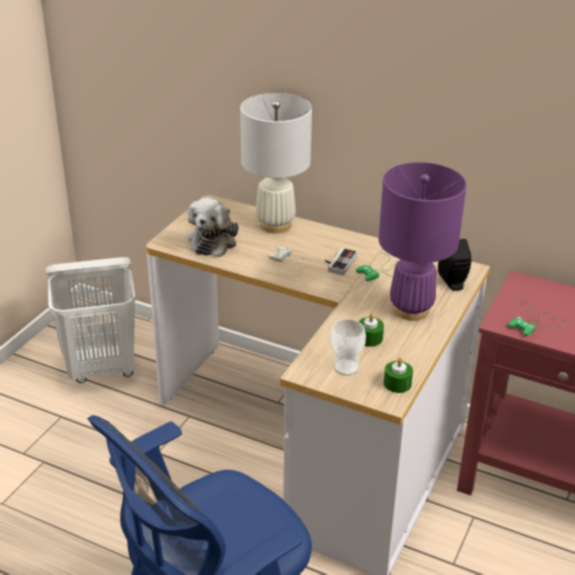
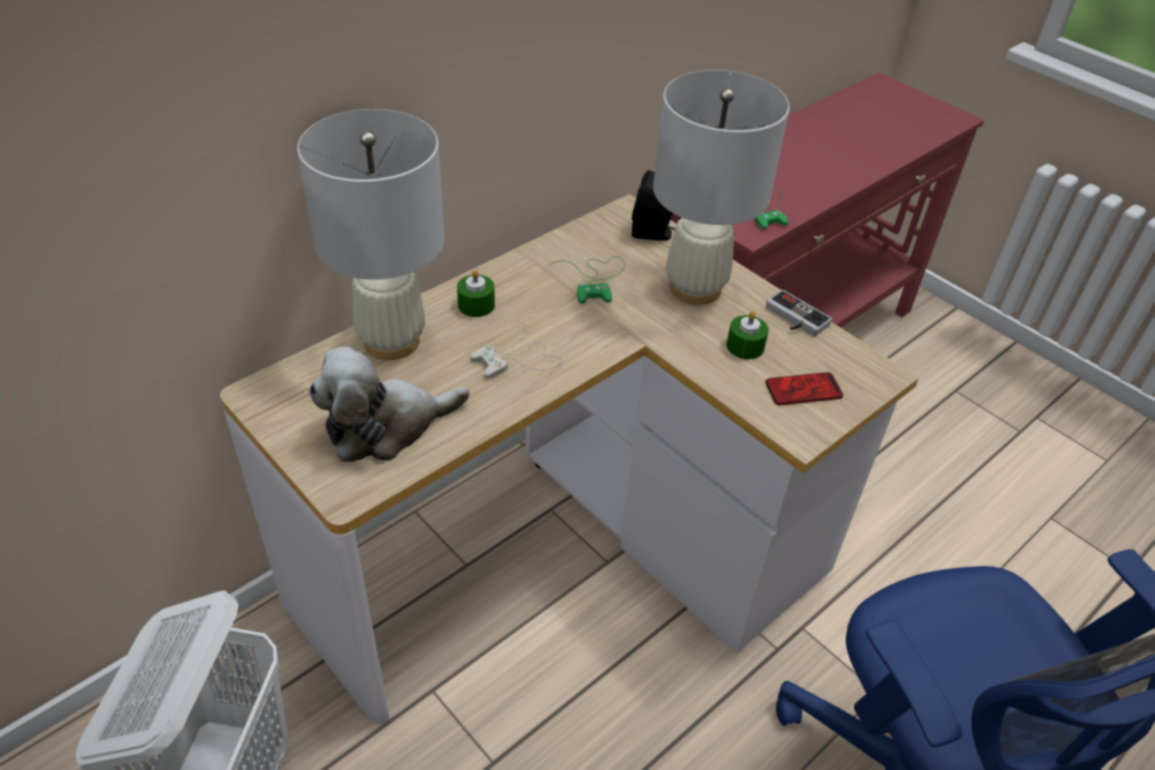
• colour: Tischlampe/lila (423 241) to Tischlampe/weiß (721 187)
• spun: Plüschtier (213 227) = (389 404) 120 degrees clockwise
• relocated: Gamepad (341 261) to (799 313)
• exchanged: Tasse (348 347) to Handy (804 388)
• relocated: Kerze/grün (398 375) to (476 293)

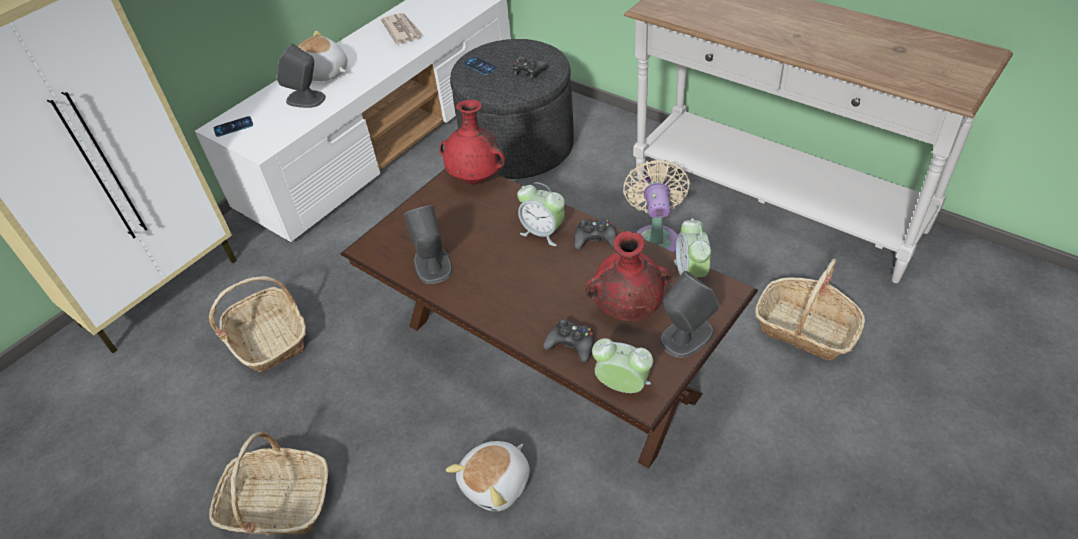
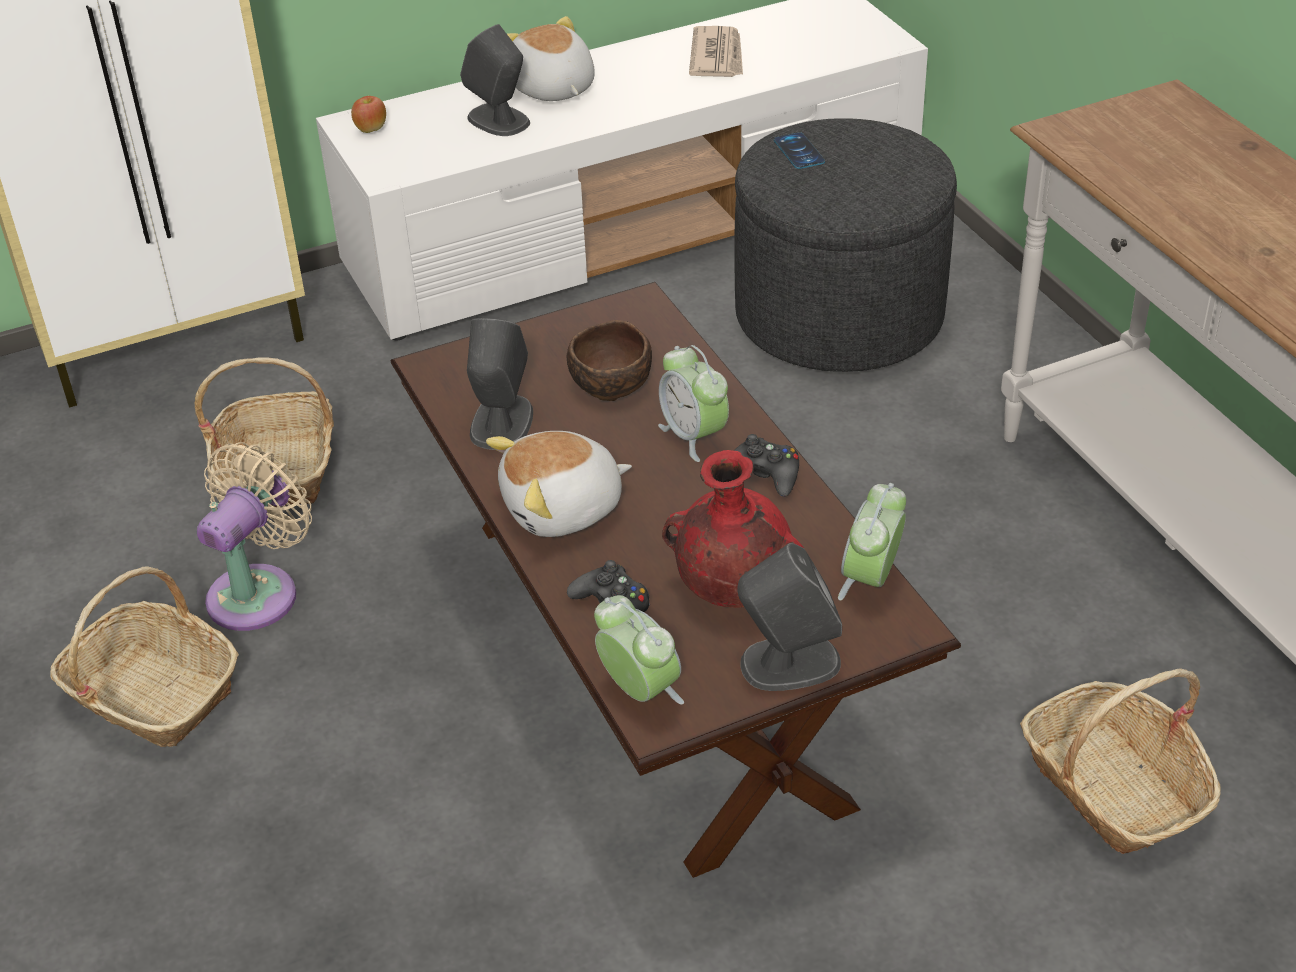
• missing: Gamepad/schwarz (530 68)
• missing: Vase/rot (472 142)
• exchanged: Handy (233 126) to Apfel (368 114)
• relocated: Ventilator/beige (656 206) to (254 536)
• relocated: Plüschtier (488 476) to (559 484)
• appeared: Schüssel/braun (609 360)

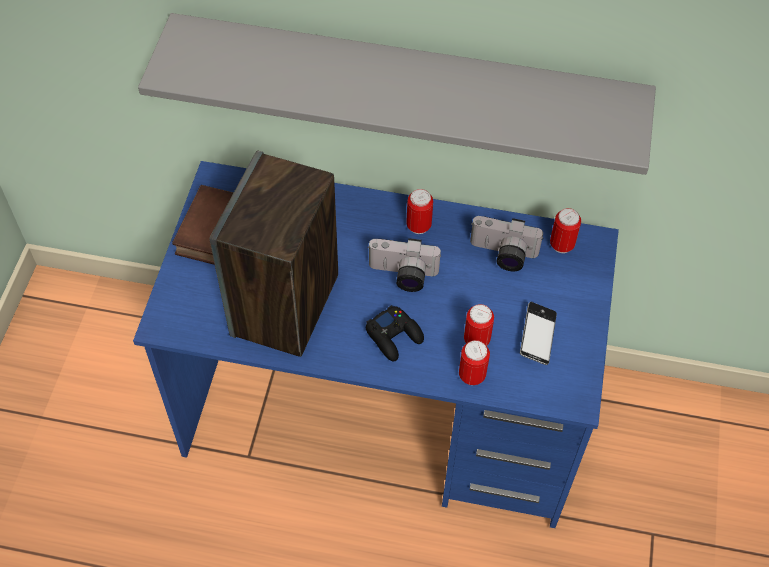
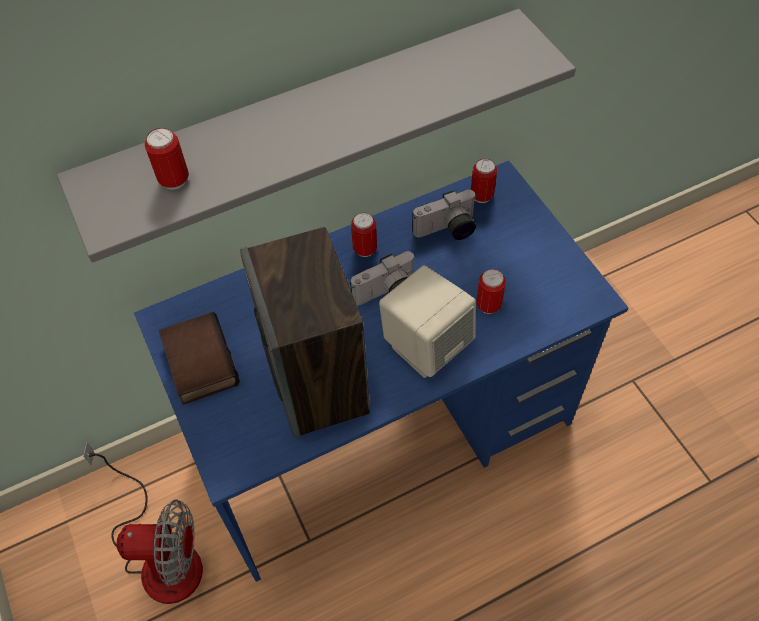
• missing: Handy (538 333)
• exchanged: Gamepad/schwarz (395 333) to Lautsprecher/beige (427 321)
• relocated: Dose (474 362) to (167 159)
• appeared: Ventilator (143 523)

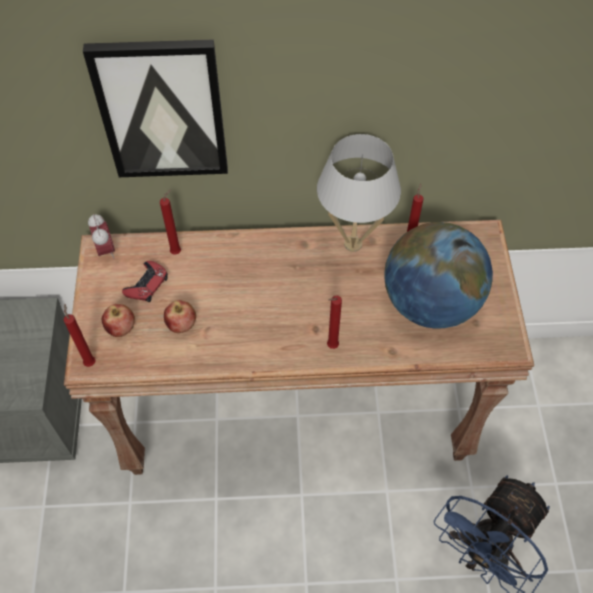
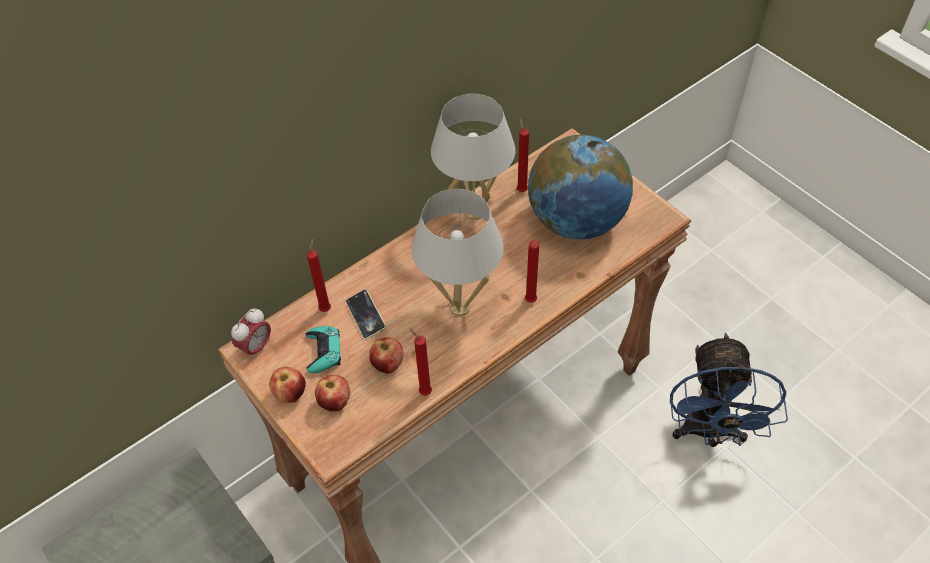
• missing: Bild (155 108)
• spun: Wecker (101 236) = (251 334) 90 degrees clockwise
• colour: Gamepad/rot (145 281) to Gamepad/türkis (323 349)
• relocated: Kerze/rot (80 335) to (421 362)
• appeared: Tischlampe/weiß (457 252)
• appeared: Handy (366 314)
• appeared: Apfel (287 385)

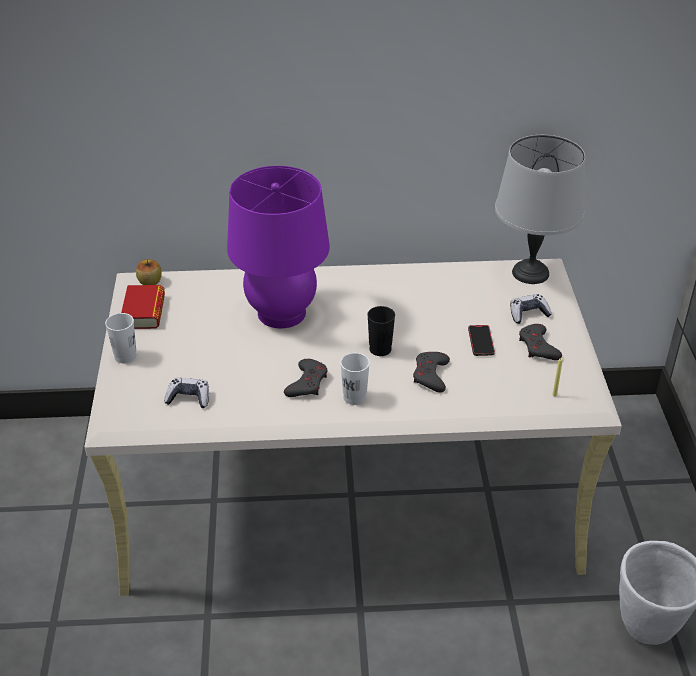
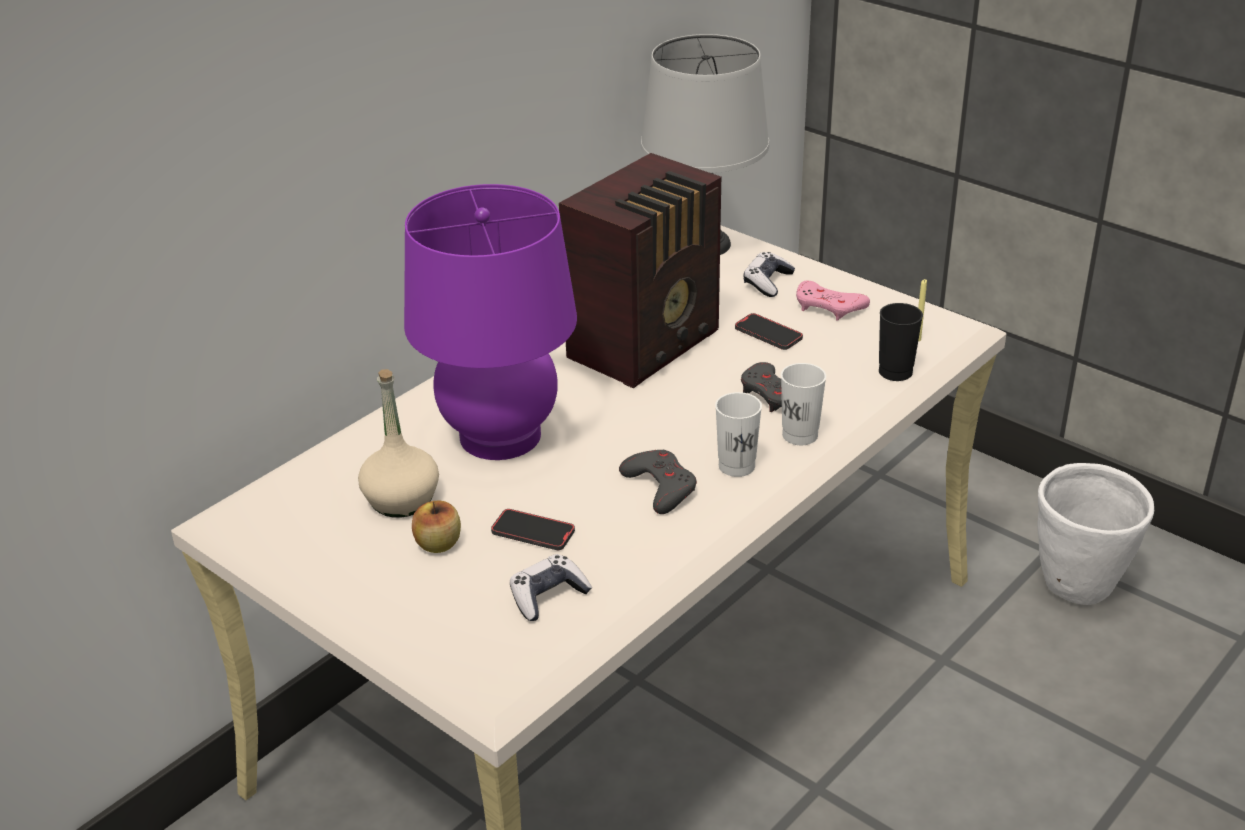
• relocated: Apfel (149 272) to (436 526)
• missing: Buch (143 307)
• relocated: Tasse/schwarz (381 331) to (901 342)
• relocated: Tasse/weiß (121 338) to (803 404)
• colour: Gamepad/grau (540 342) to Gamepad/rosa (833 301)
• appeared: Radio (640 270)
• appeared: Flasche/beige (398 443)
• appeared: Handy (533 529)

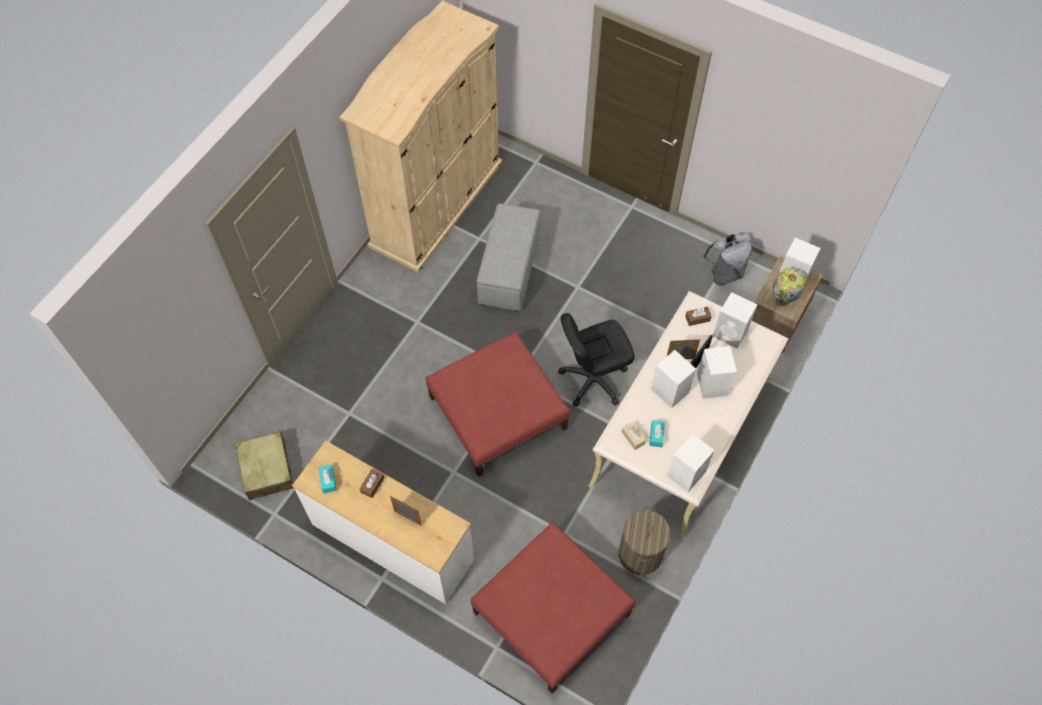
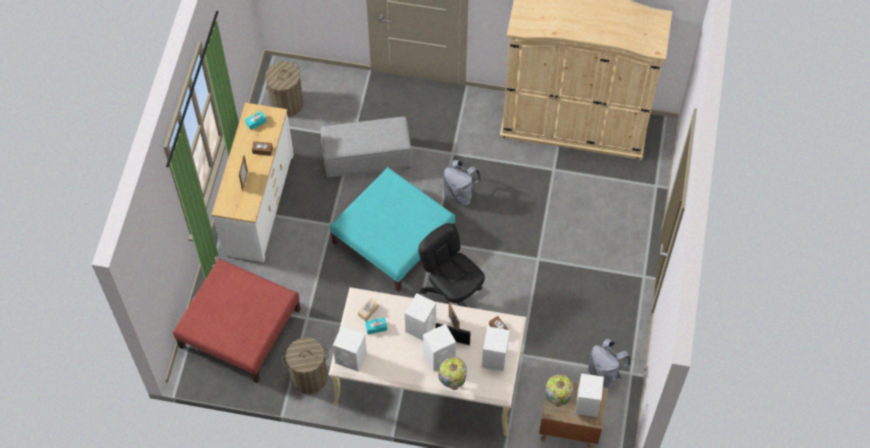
• relocated: Polsterhocker/grau (508 257) to (366 147)
• colour: Polsterhocker/rot (497 404) to Polsterhocker/türkis (392 229)
• exchanged: Koffer/beige (264 466) to Wäschekorb (284 89)
• appeared: Rucksack/grau (462 182)
• appeared: Tischlampe (452 373)

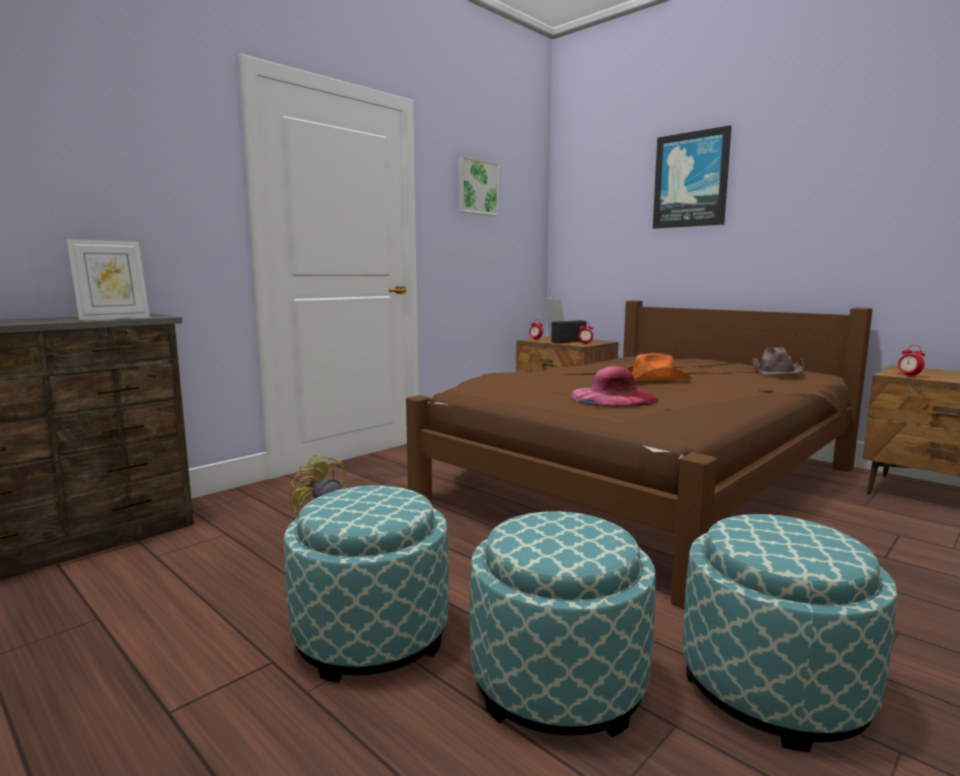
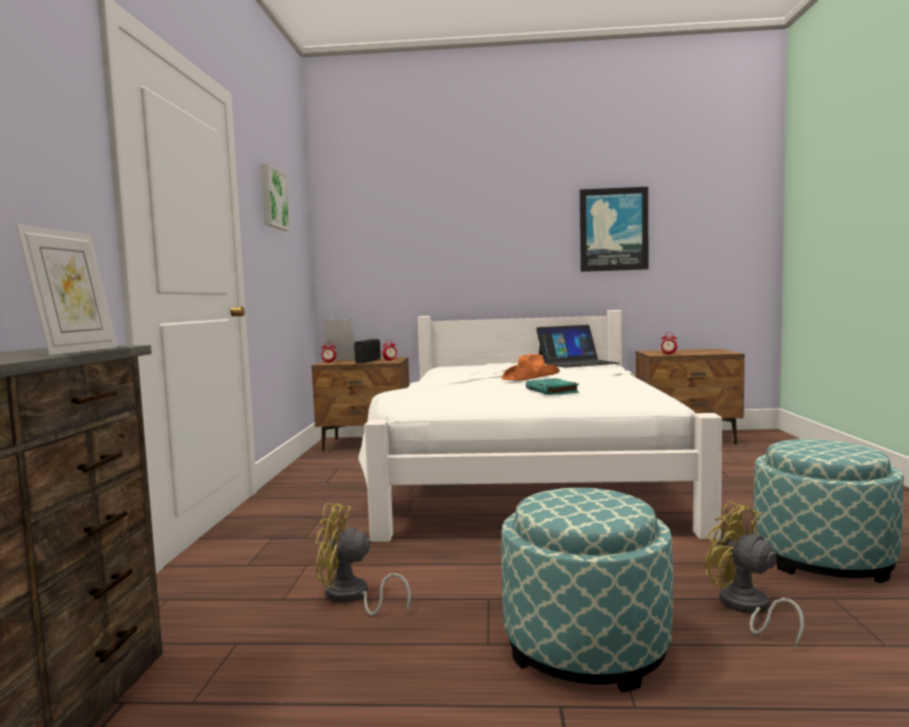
• relocated: Bild (692 177) to (614 229)
• colour: Bett/braun (639 454) to Bett/weiß (540 426)
• exchanged: Hut/braun (777 361) to Laptop (577 346)
• exchanged: Hut/rosa (615 386) to Buch/türkis (552 387)
• exchanged: Polsterhocker (563 624) to Ventilator/gelb (754 575)

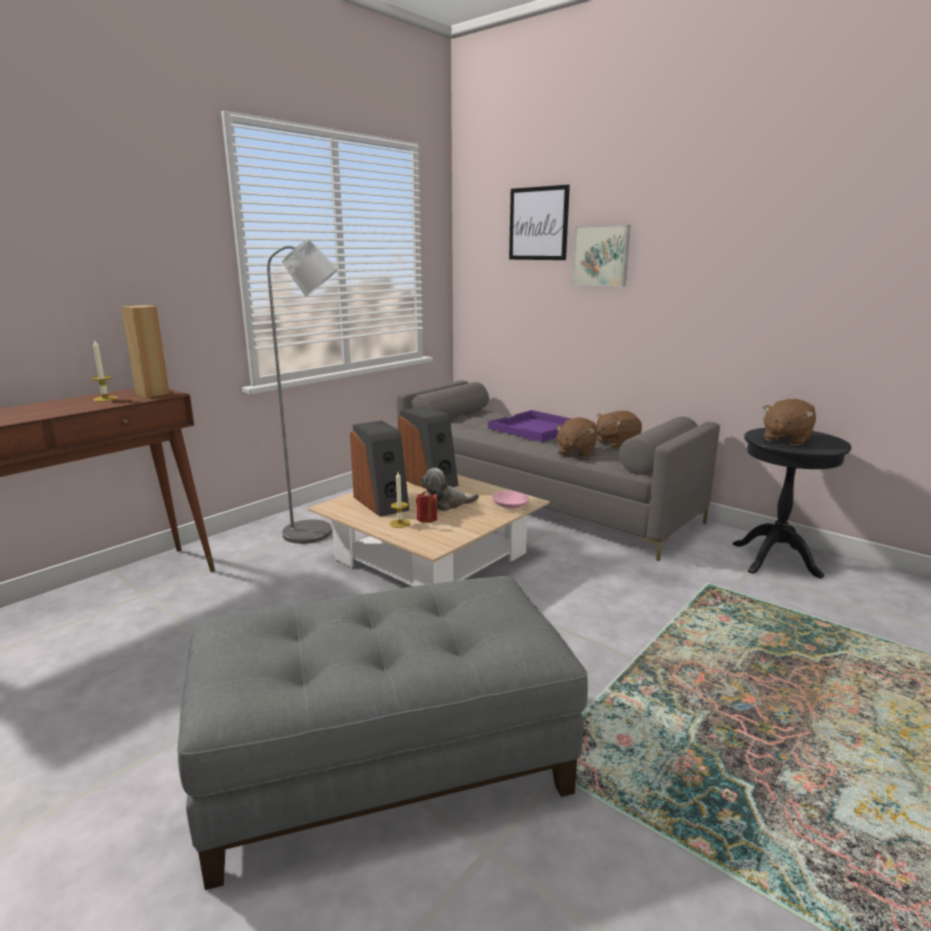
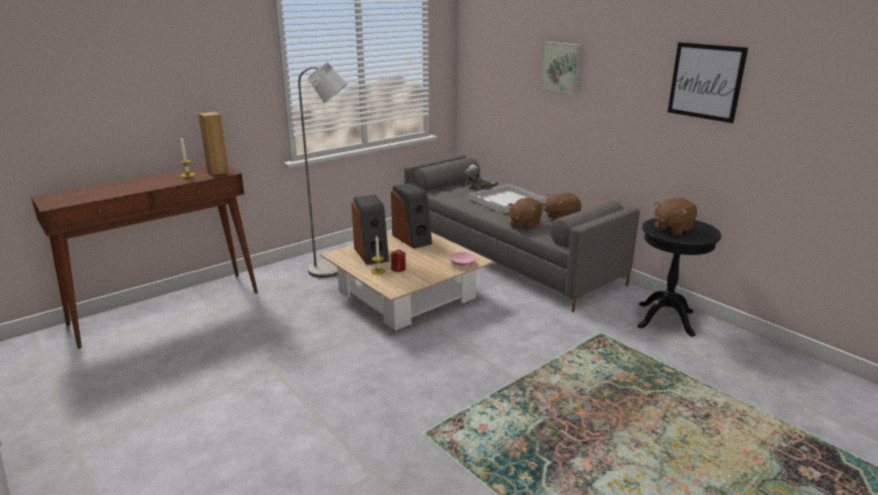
• relocated: Bild (539 222) to (708 82)
• colour: Tablett/lila (529 426) to Tablett/weiß (507 199)
• relocated: Plüschtier (449 489) to (482 177)
• missing: Polsterhocker/grau (382 733)

